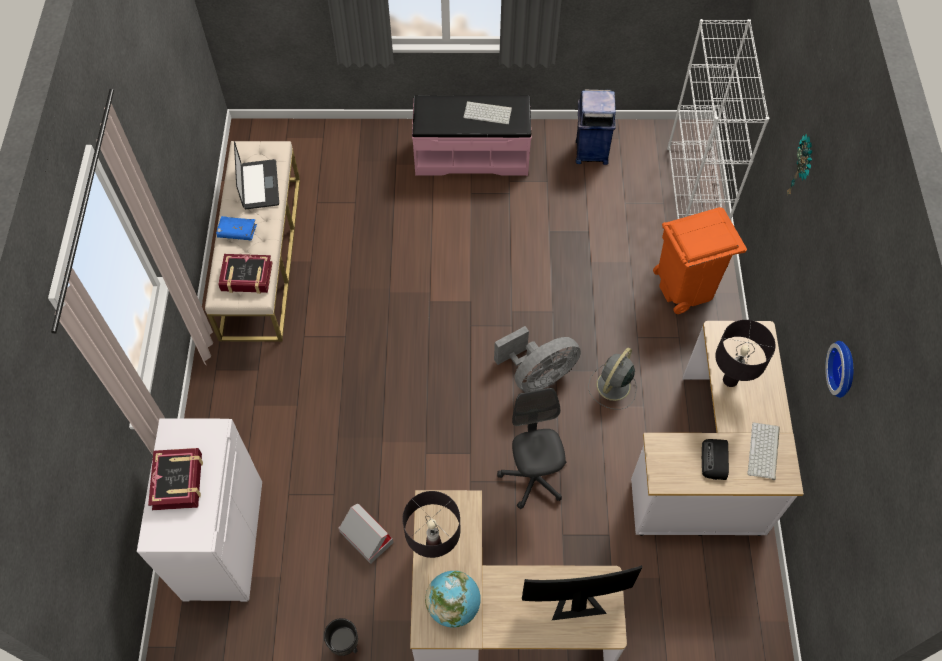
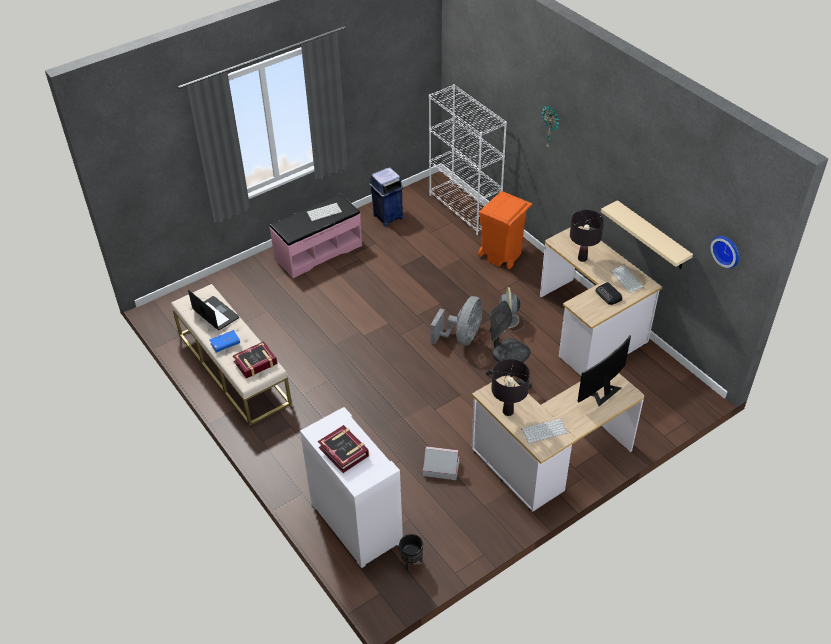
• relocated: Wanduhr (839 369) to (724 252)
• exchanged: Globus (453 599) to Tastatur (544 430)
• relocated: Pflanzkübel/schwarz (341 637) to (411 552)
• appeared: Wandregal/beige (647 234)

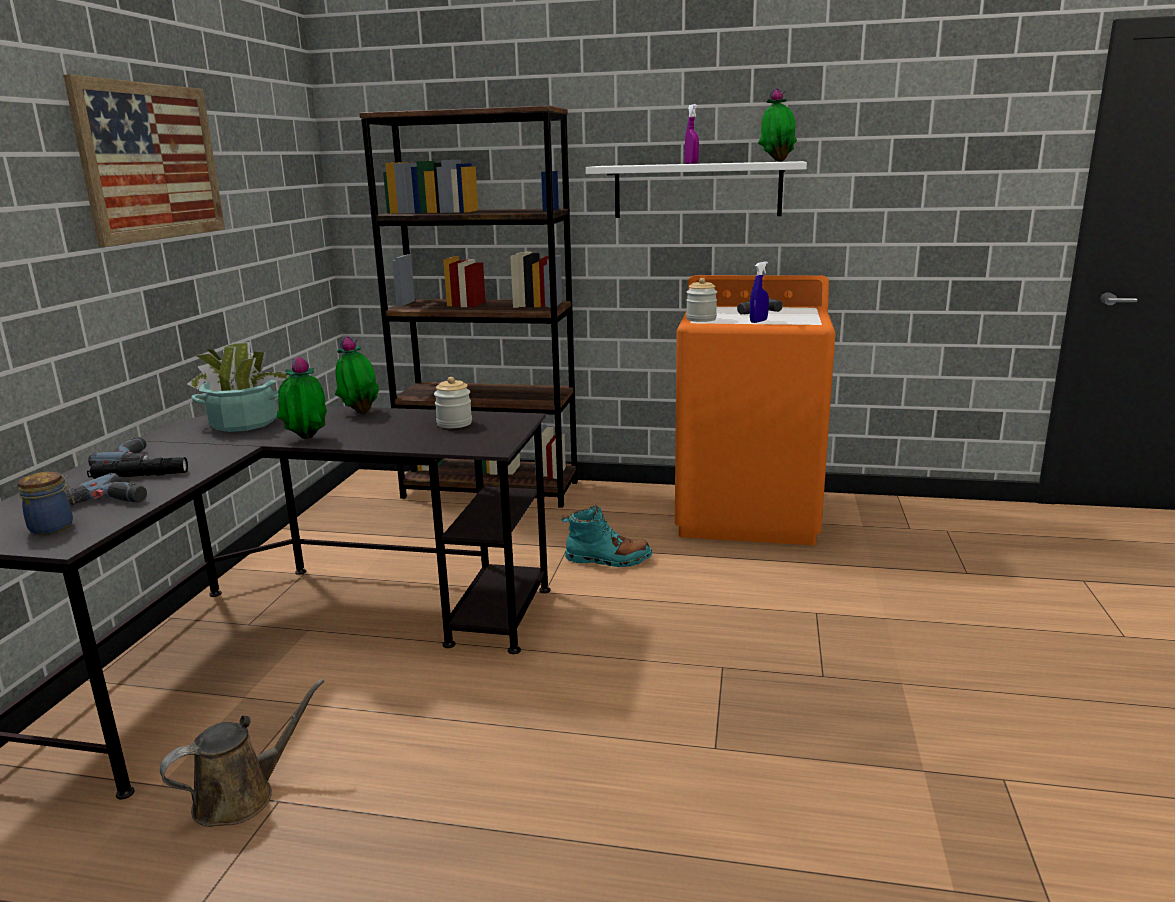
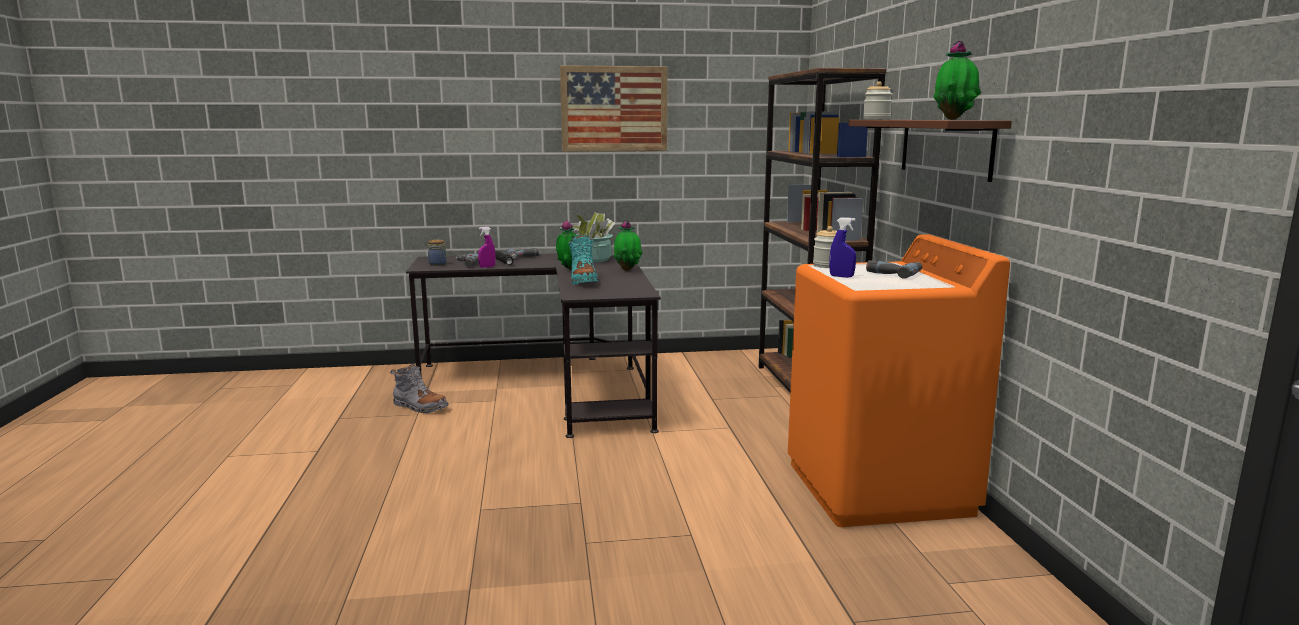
• relocated: Sprühflasche/lila (692 134) to (486 247)
• colour: Wandregal/weiß (696 189) to Wandregal/braun (930 151)
• relocated: Vorratsglas (453 402) to (877 100)
• relocated: Stiefel/türkis (607 536) to (583 259)
• exchanged: Gießkanne/braun (242 753) to Stiefel/grau (419 388)

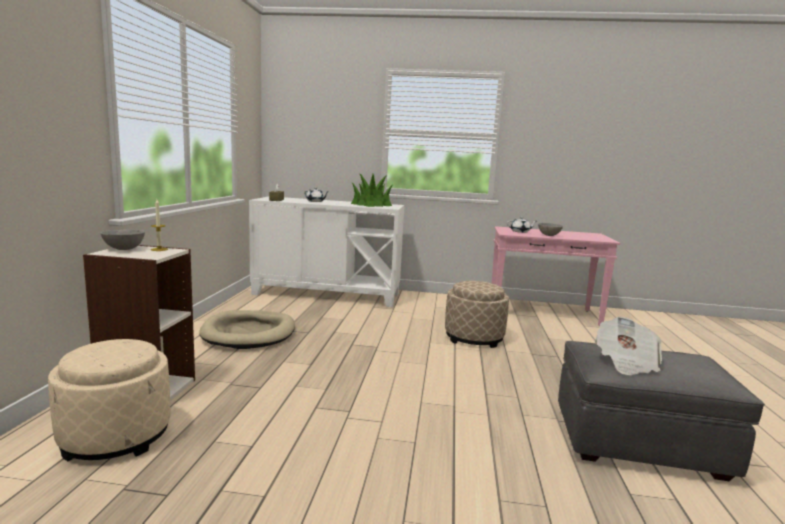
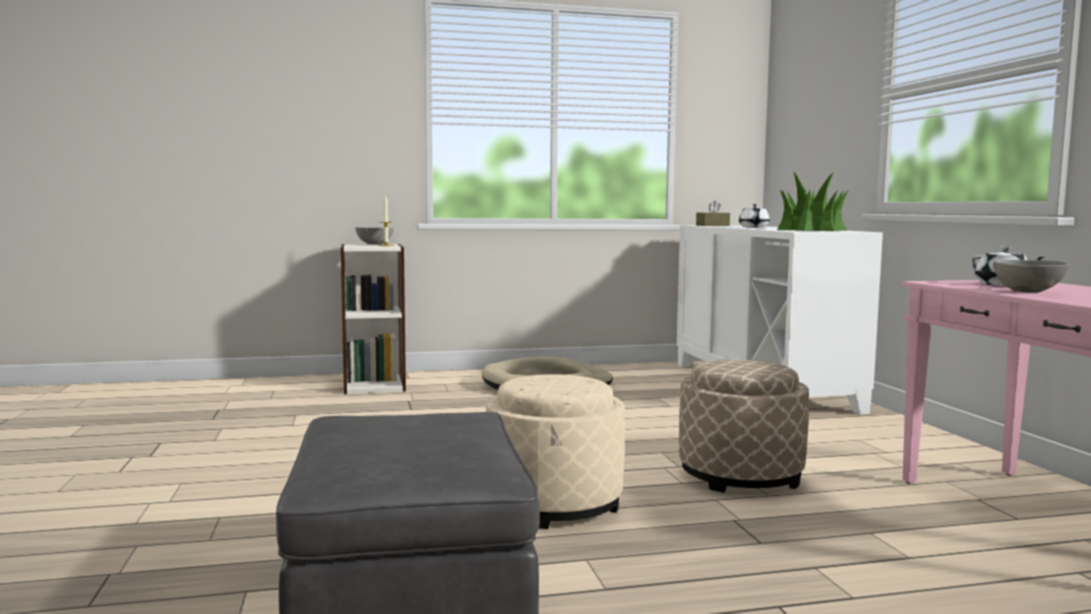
• missing: Zeitung (628 346)
• relocated: Polsterhocker/beige (109 400) to (555 451)

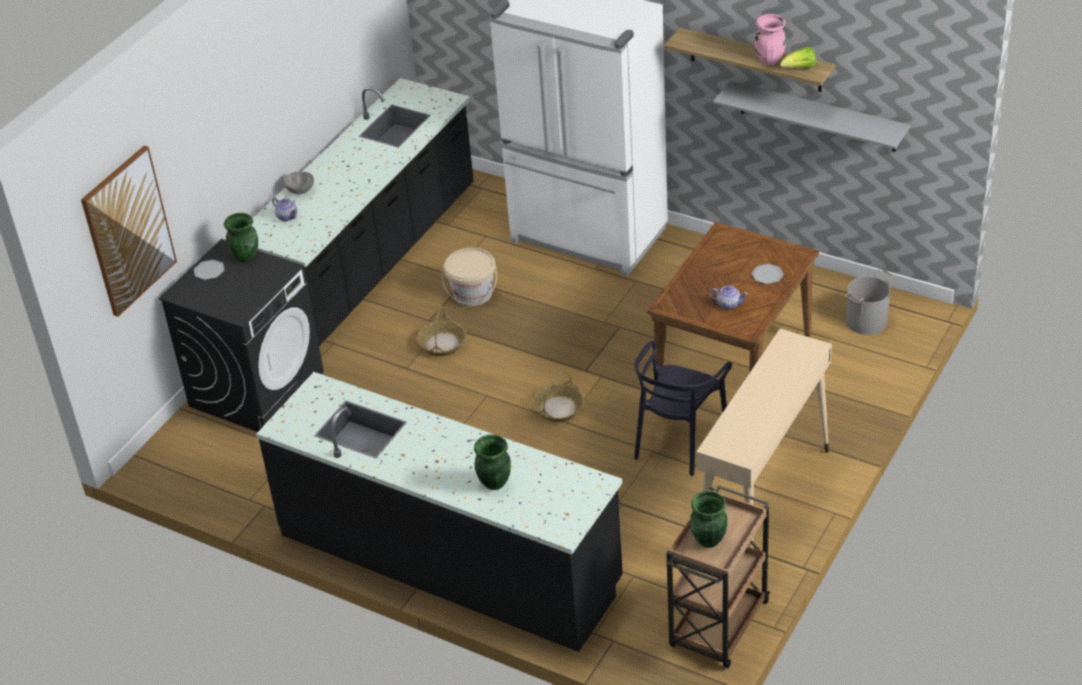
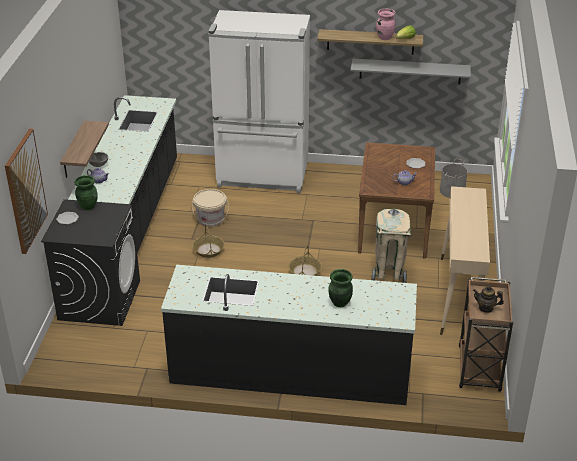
• exchanged: Stuhl/schwarz (683 408) to Mülleimer/beige (391 246)
• exchanged: Vase/grün (708 519) to Teekanne (488 299)
• appeared: Wandregal (84 149)

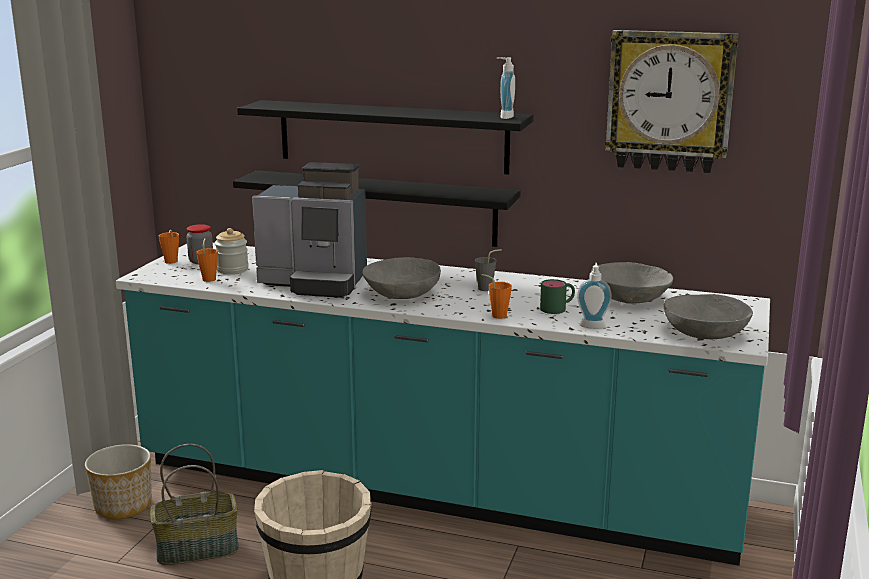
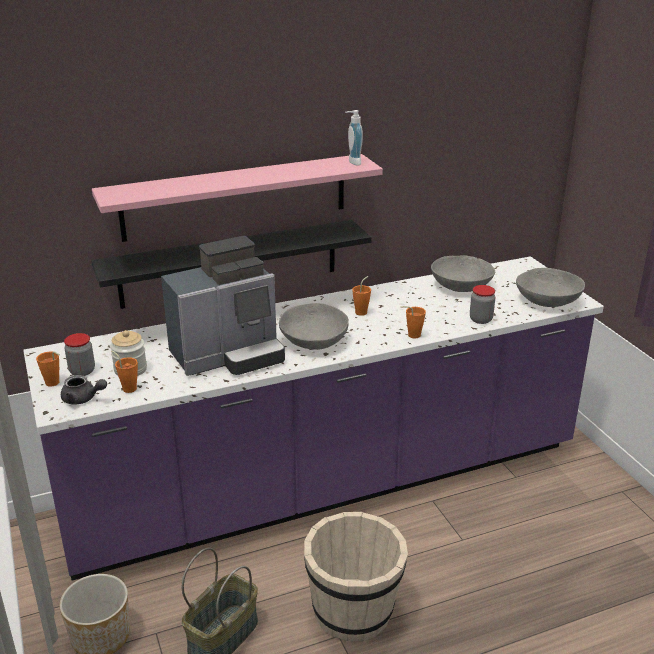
• missing: Wanduhr (672 101)
• colour: Wandregal/schwarz (385 137) to Wandregal/rosa (237 198)
• colour: Küchenzeile/türkis (443 404) to Küchenzeile/lila (313 418)
• colour: Tasse/grau (488 270) to Tasse/orange (361 296)
• exchanged: Seifenspender (594 296) to Vorratsglas (482 304)
• missing: Henkelbecher/grün (557 296)
• appeared: Teekanne/grau (84 390)

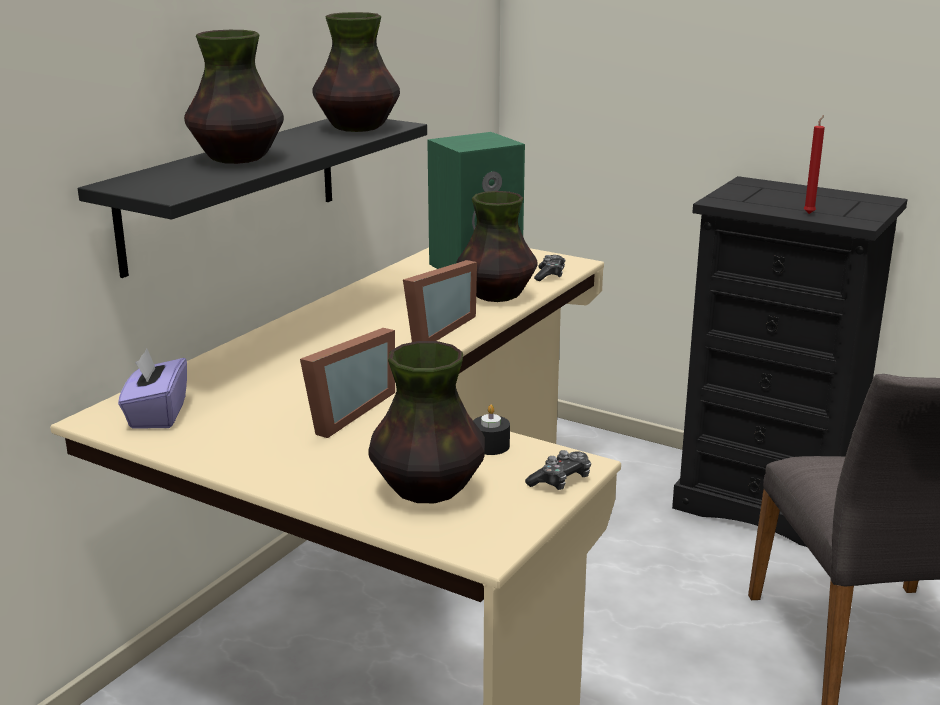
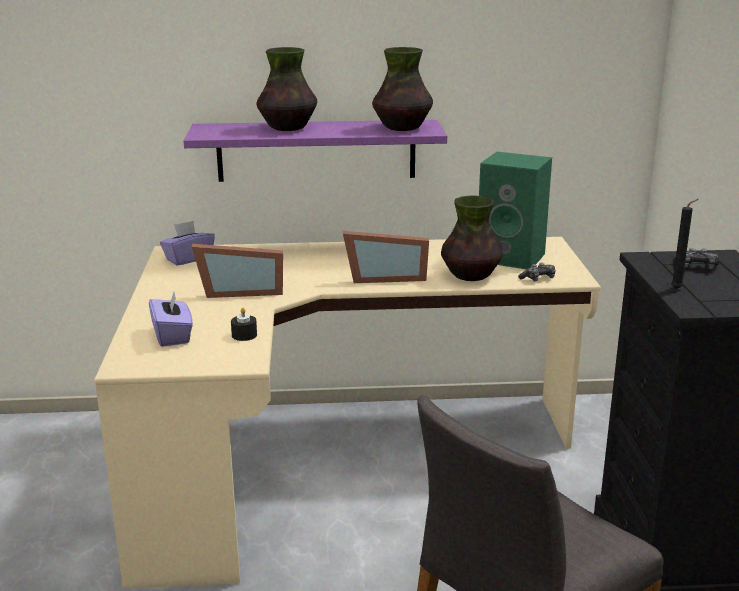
• colour: Kerze/rot (814 164) to Kerze/schwarz (685 244)
• colour: Wandregal/schwarz (252 198) to Wandregal/lila (315 151)
• exchanged: Vase (426 422) to Taschentuchbox/lila (171 319)
• relocated: Gamepad (558 470) to (696 258)

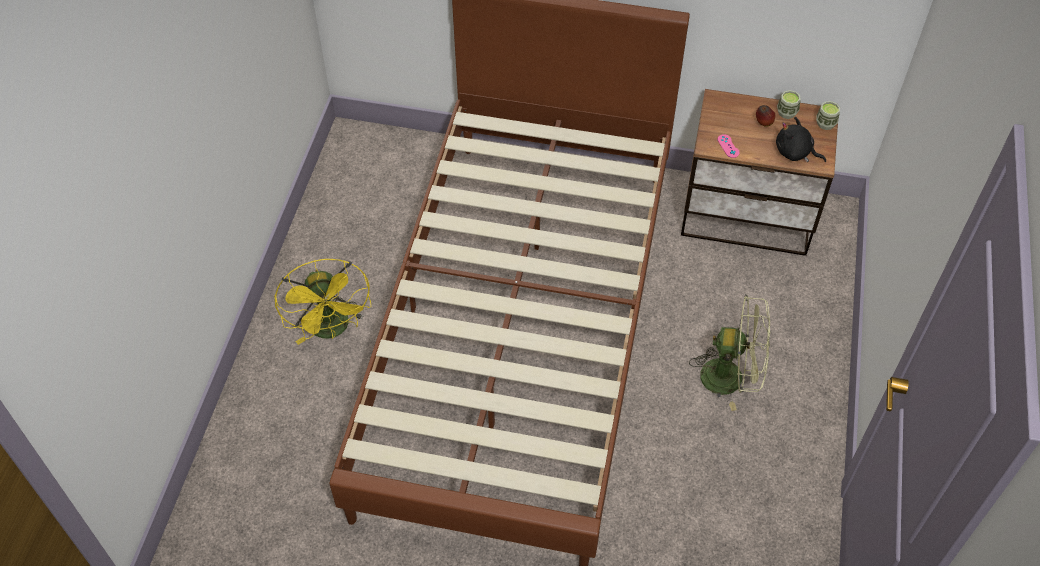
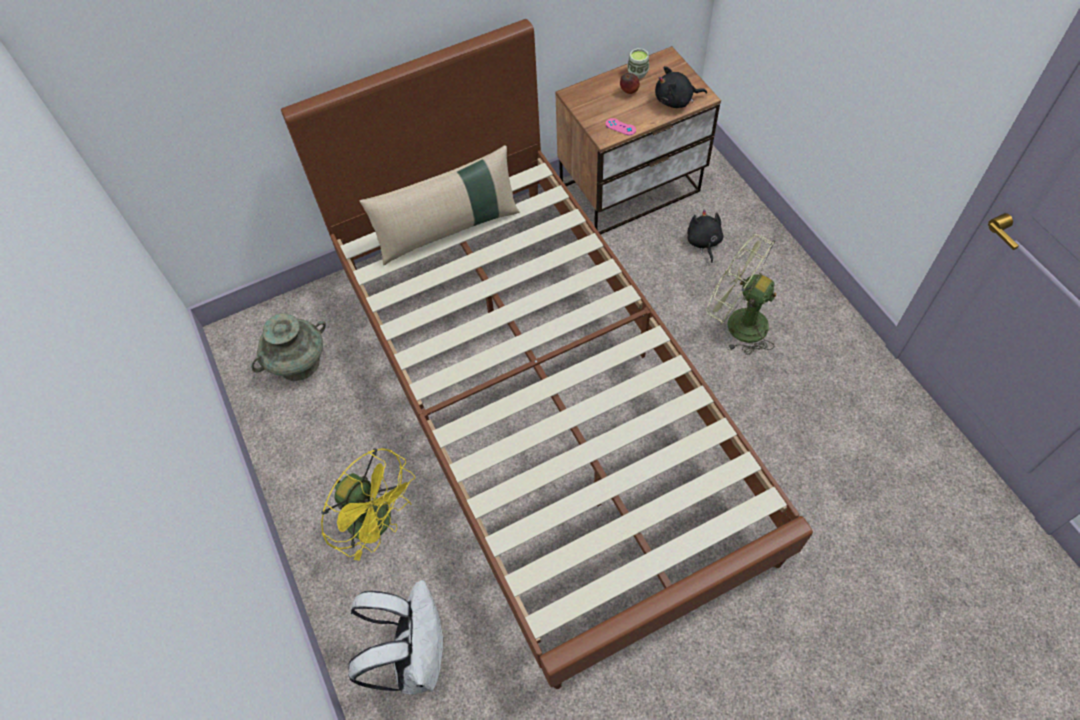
• missing: Tasse (828 115)
• spun: Ventilator/grün (729 353) = (741 294) 120 degrees counterclockwise
• appeared: Kissen/beige (440 205)
• appeared: Plüschtier/schwarz (705 236)
• appeared: Vase/türkis (288 347)
• appeared: Rucksack/weiß (396 637)

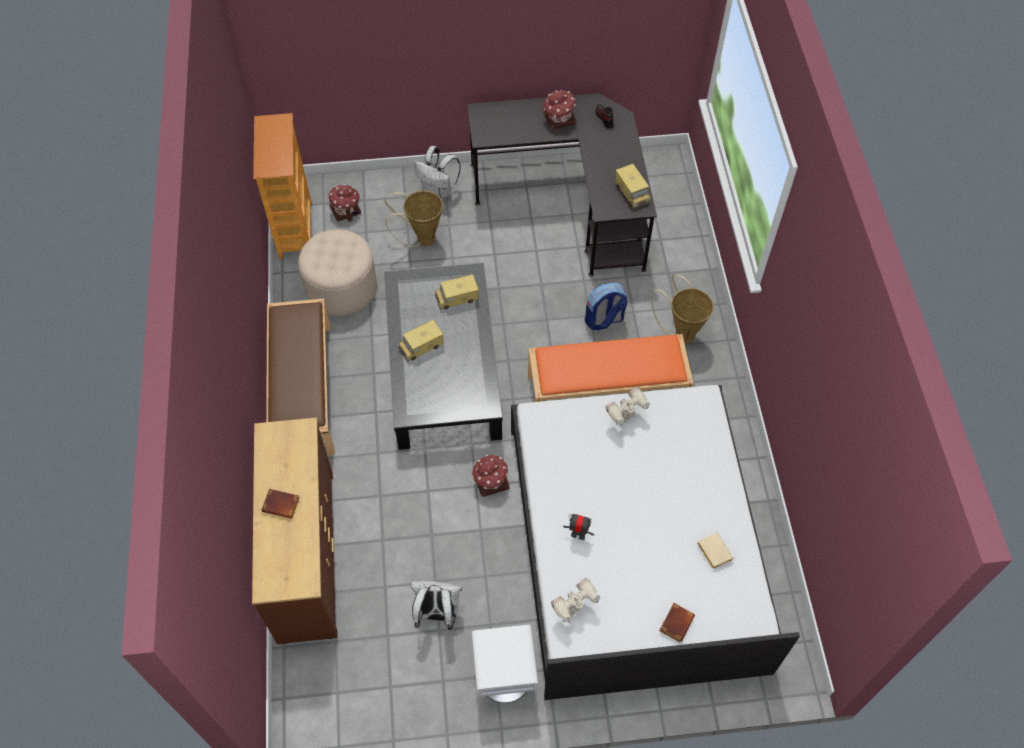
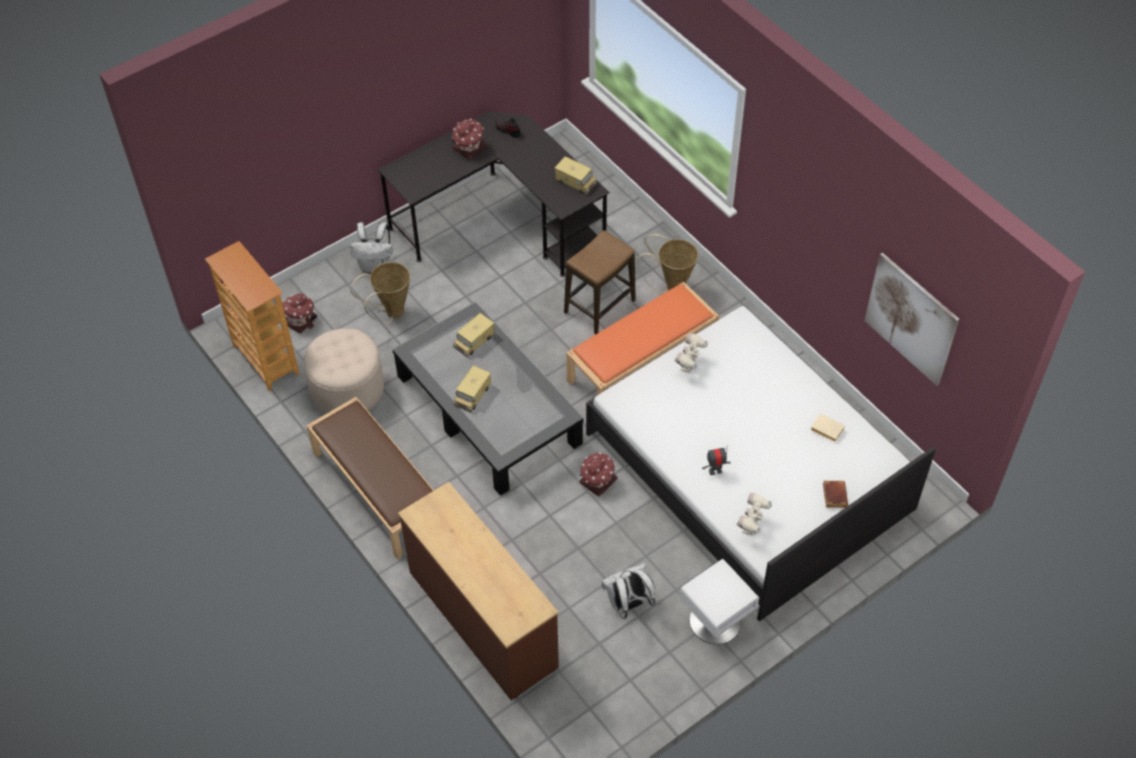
• exchanged: Rucksack (606 306) to Hocker (600 282)
• missing: Buch/braun (281 504)
• appeared: Bild (911 319)

